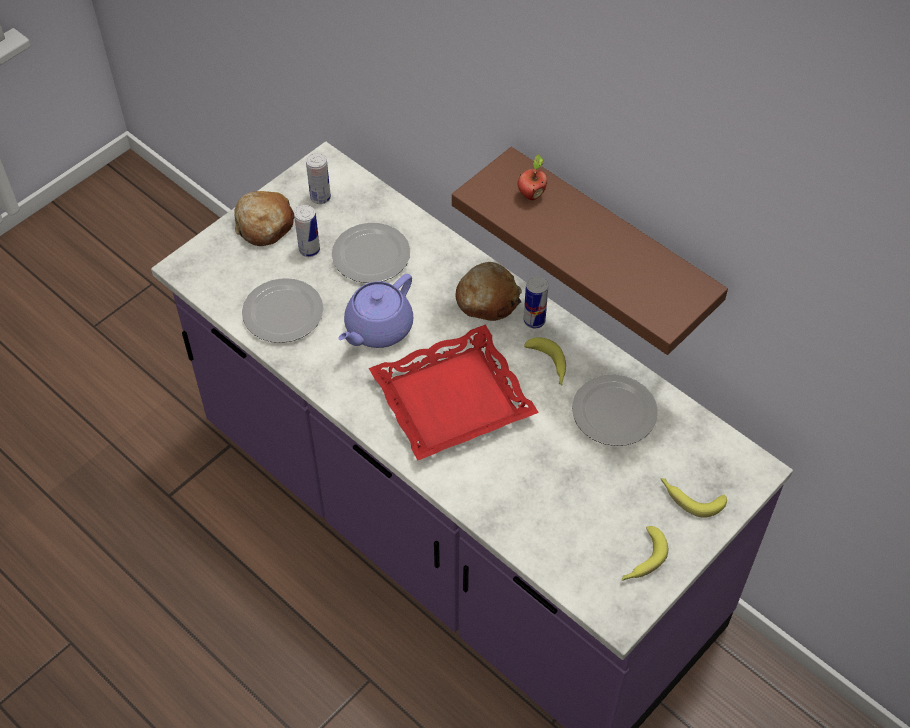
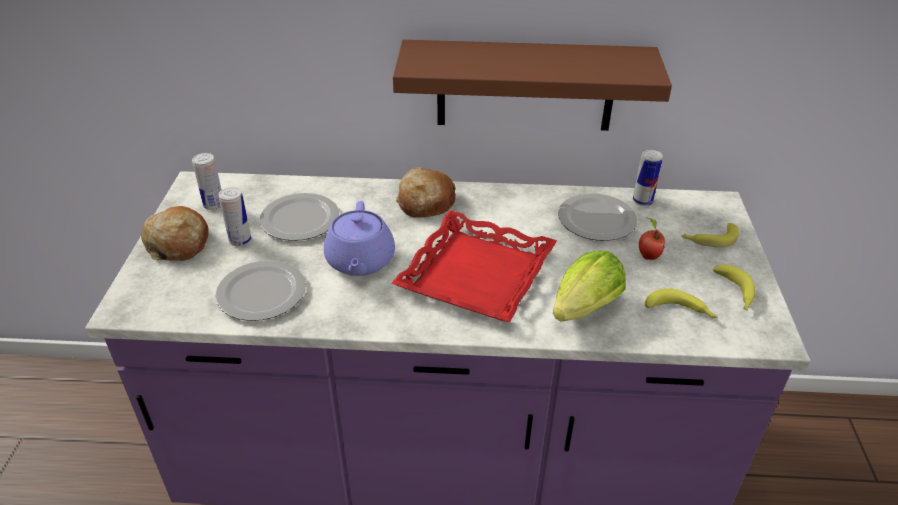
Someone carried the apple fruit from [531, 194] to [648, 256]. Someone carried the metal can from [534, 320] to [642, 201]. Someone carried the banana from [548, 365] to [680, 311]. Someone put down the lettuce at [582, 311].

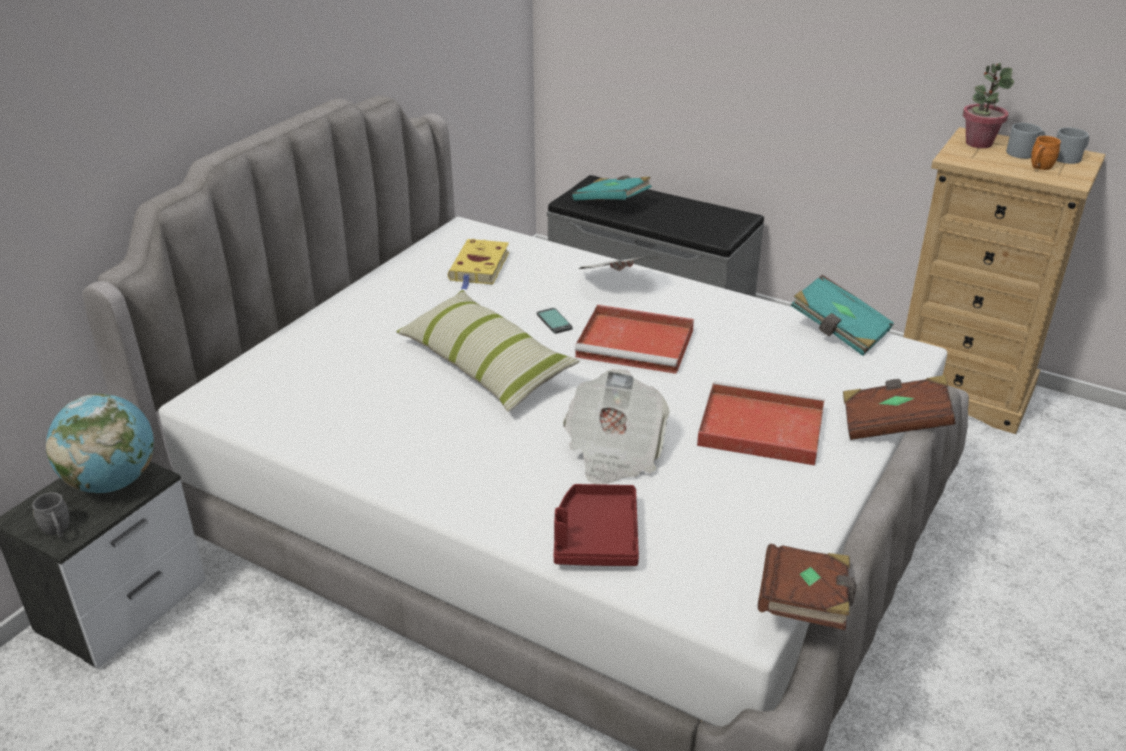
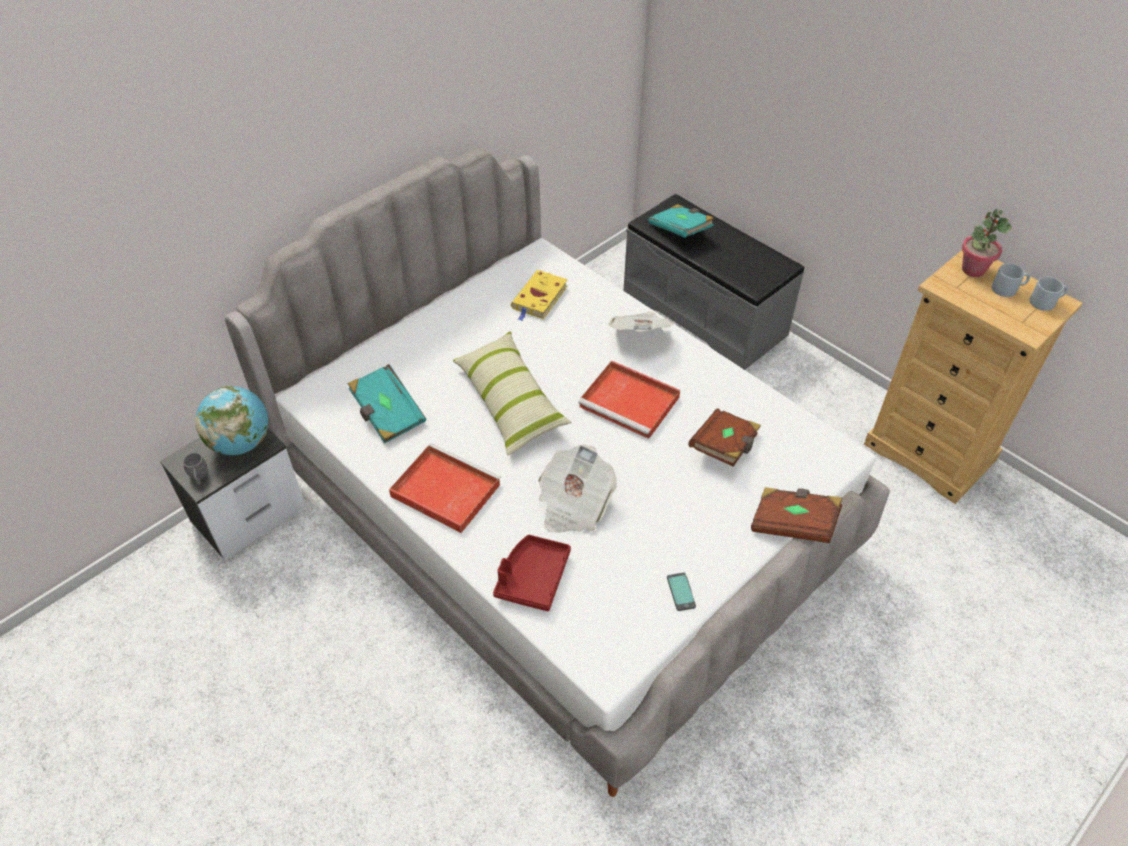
Someone carried the handset from [554, 321] to [681, 592]. Someone carried the red tray from [758, 428] to [443, 490]. Someone carried the brown bound book from [804, 604] to [724, 447]. Someone carried the blue-green bound book from [838, 331] to [387, 414]. Someone took away the orangey tea mug at [1039, 168].

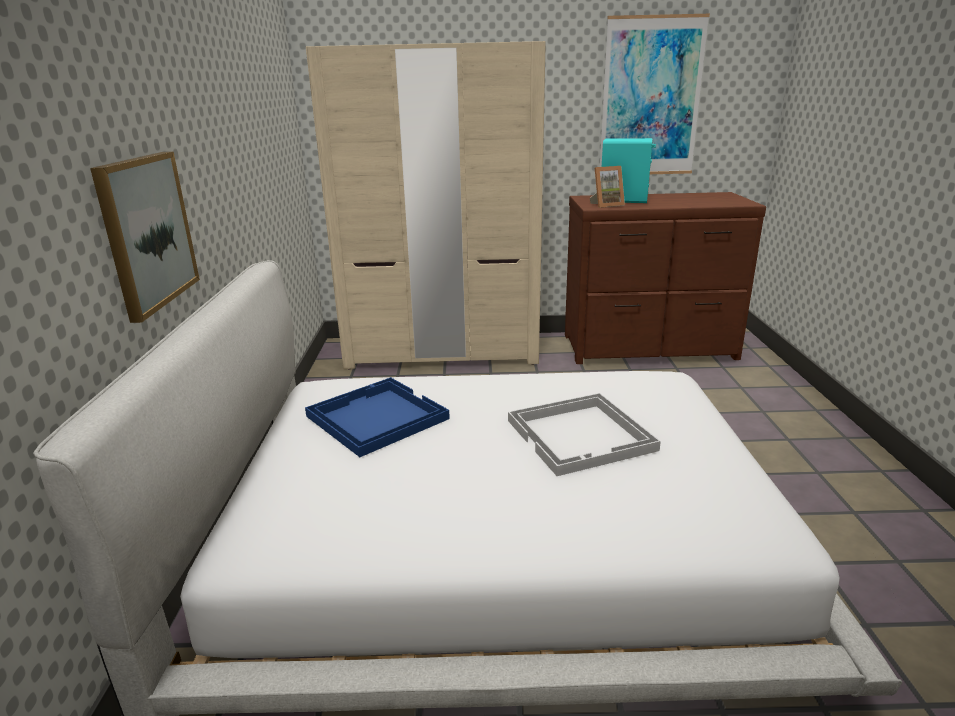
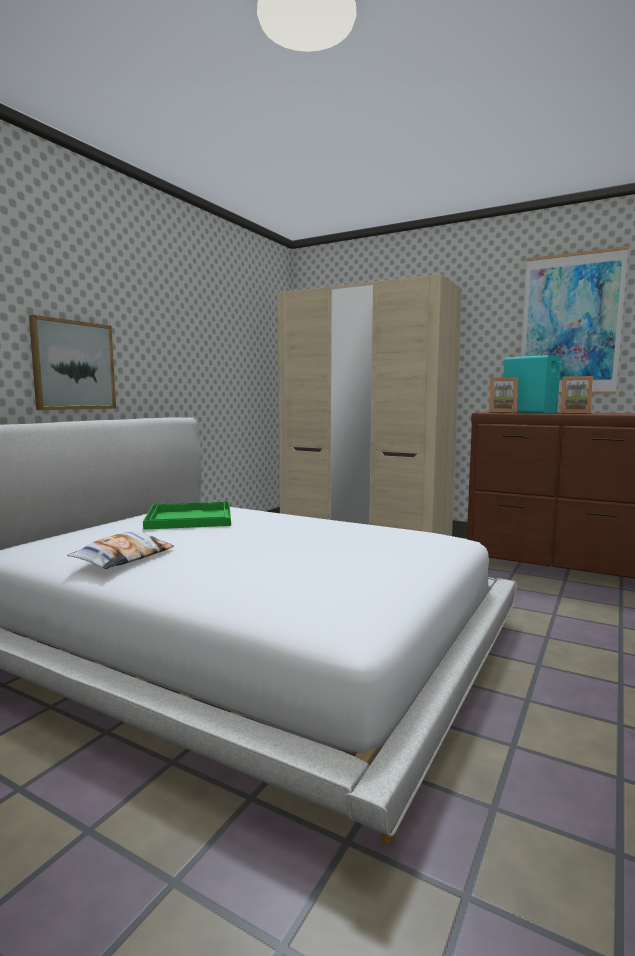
Someone repainted the blue tray at [375, 417], which became the green-coloured tray at [189, 518]. Someone took away the white-coloured tray at [581, 435]. Someone put down the cushion at [124, 558]. Someone put down the picture frame at [574, 413].

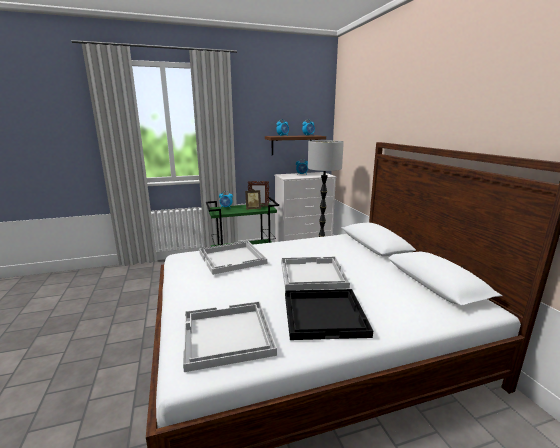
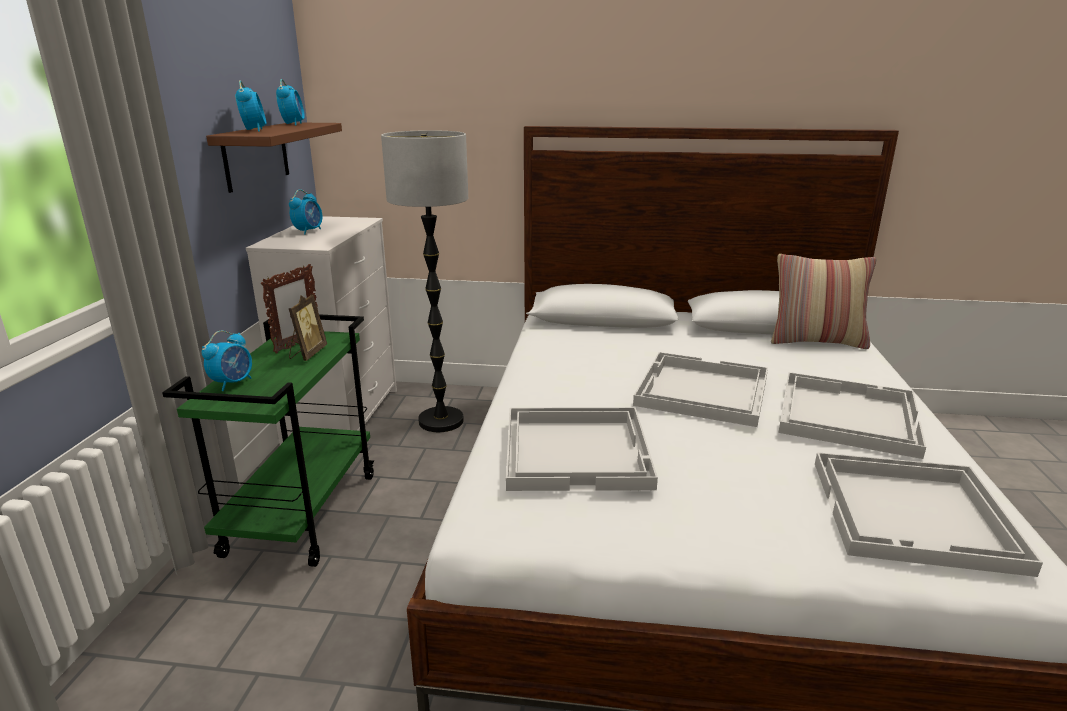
Someone repainted the blackish tray at [324, 314], which became the white-coloured tray at [846, 415]. Someone put down the cushion at [816, 341].

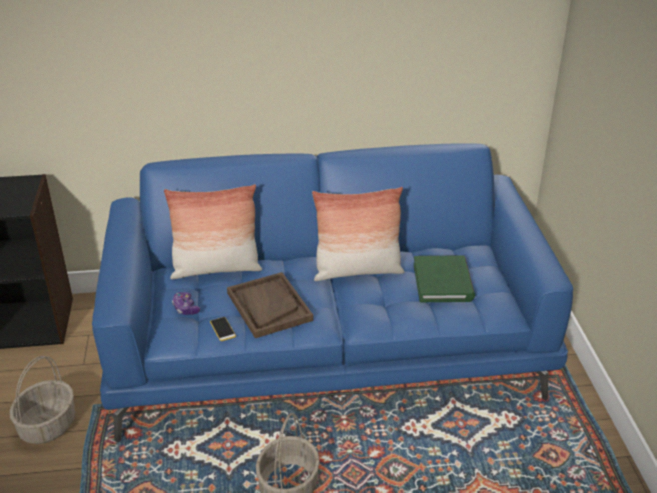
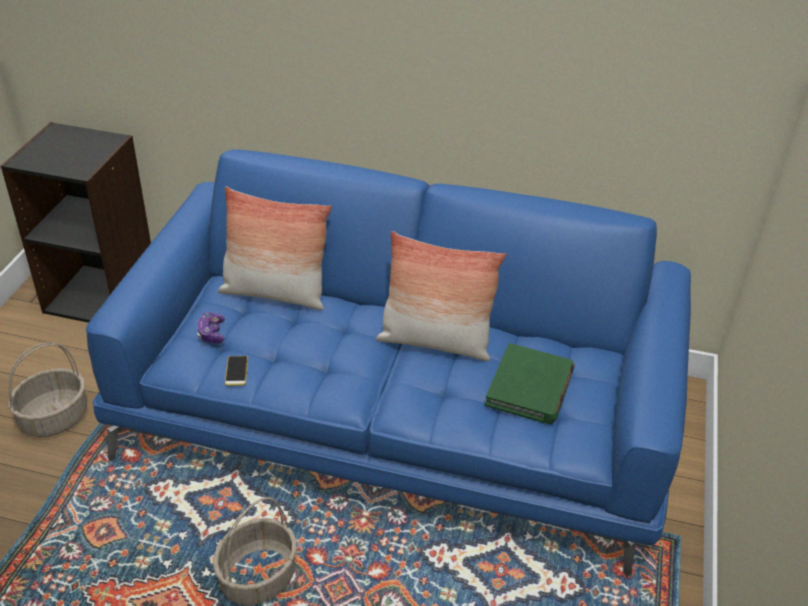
Someone took away the brown tray at [269, 306].

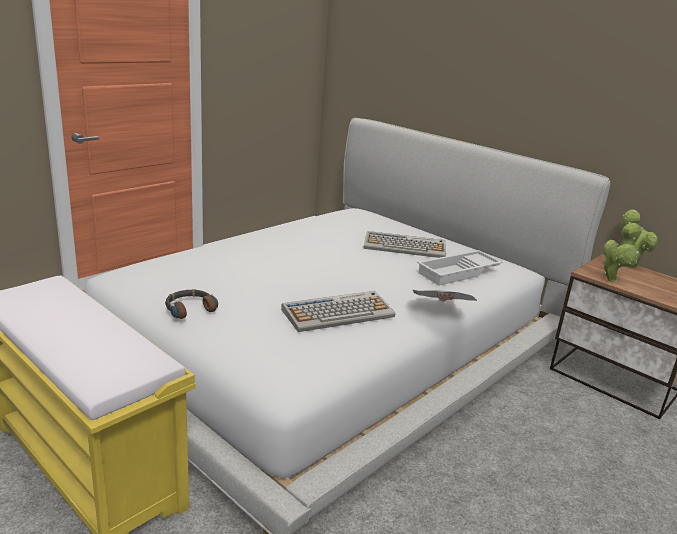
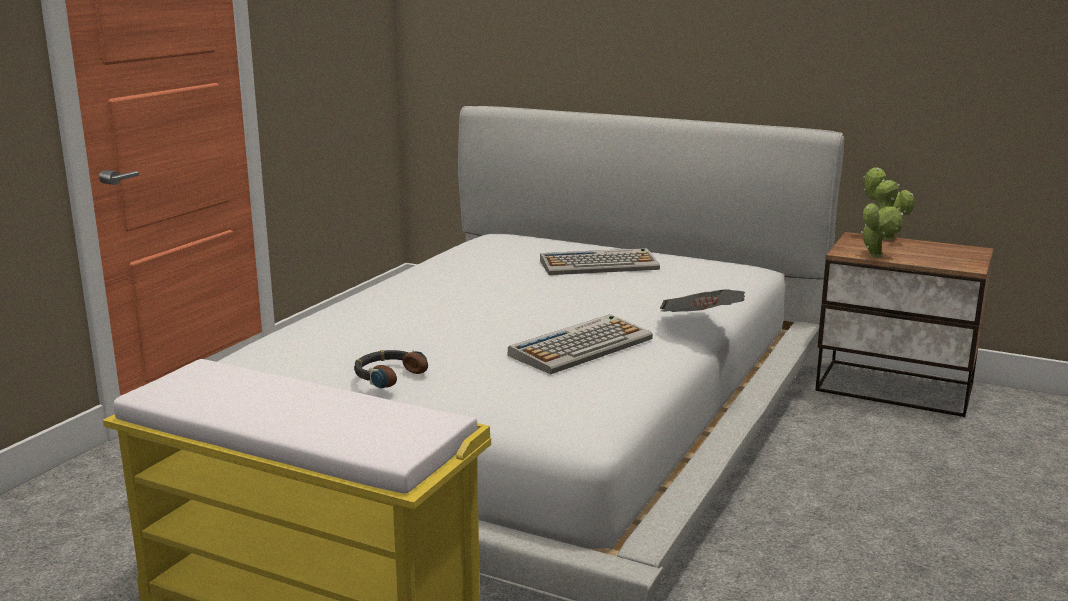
Someone took away the white-coloured tray at [459, 273].

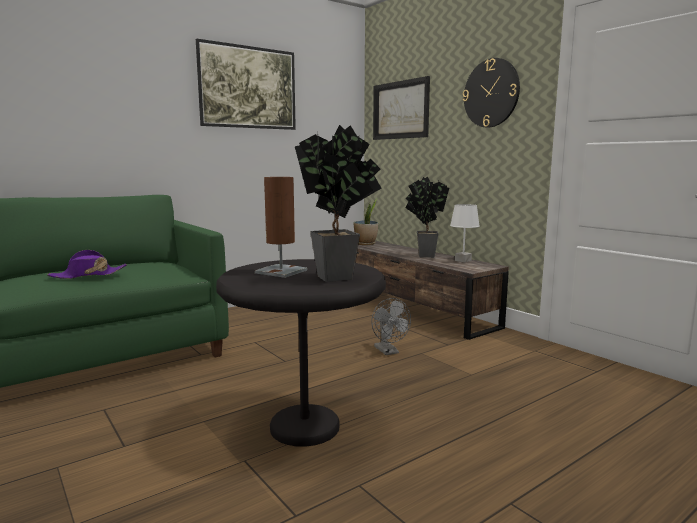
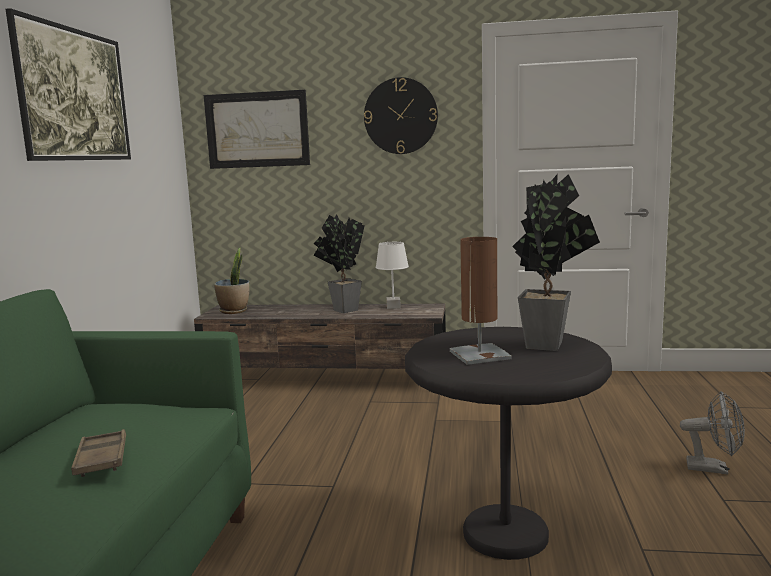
Someone swapped the purple-coloured hat at [88, 275] for the brown tray at [101, 459]. Someone carried the gray cooling fan from [388, 351] to [714, 468].

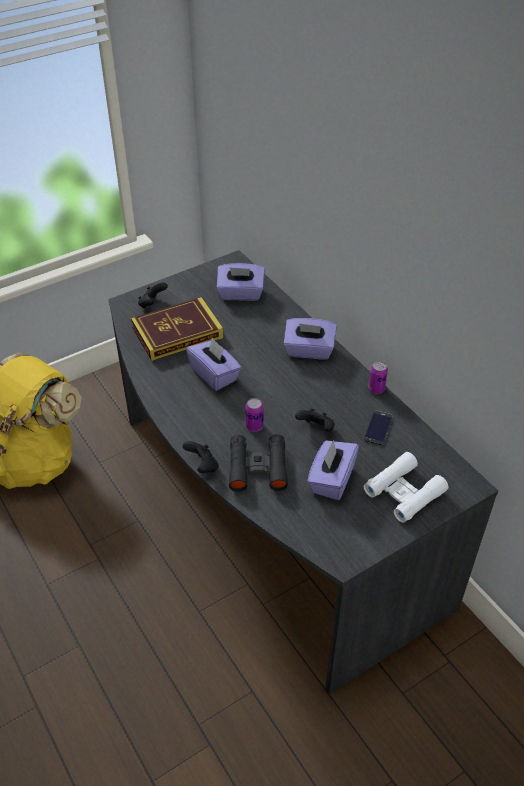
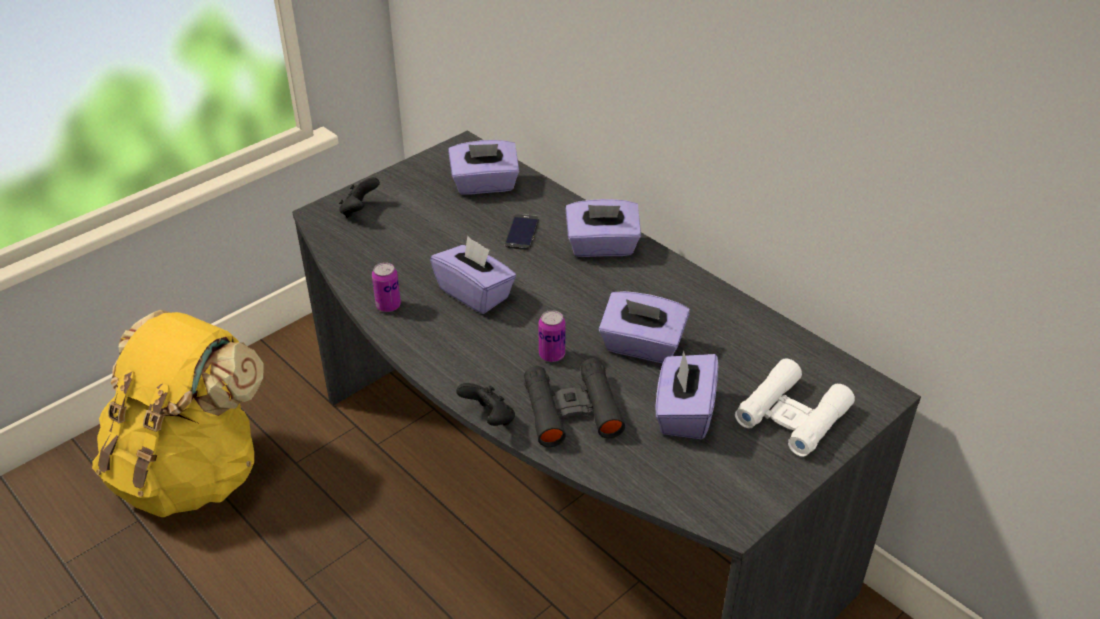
Someone took away the bound book at [177, 333]. Someone swapped the blackish joypad at [316, 428] for the purple-coloured tissue holder at [641, 347]. Someone carried the handset from [378, 428] to [522, 232]. Someone carried the metal can from [376, 389] to [388, 306].

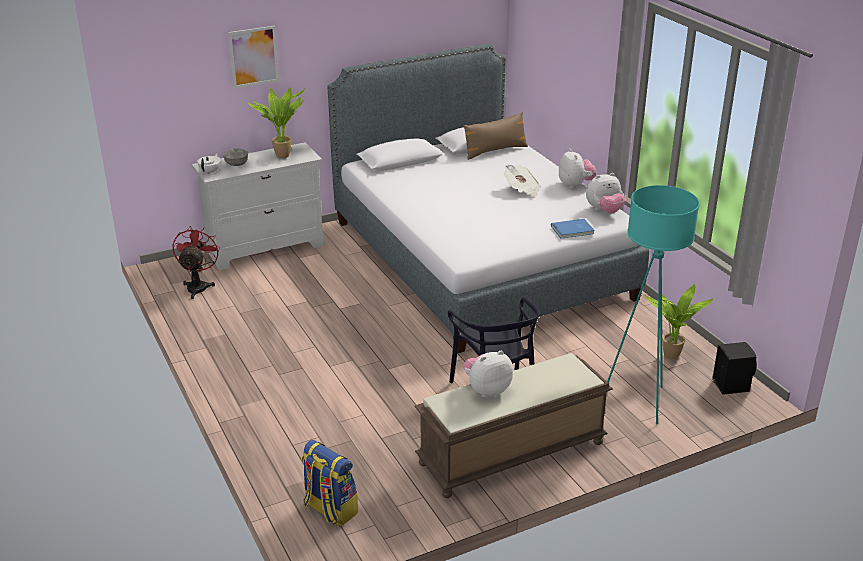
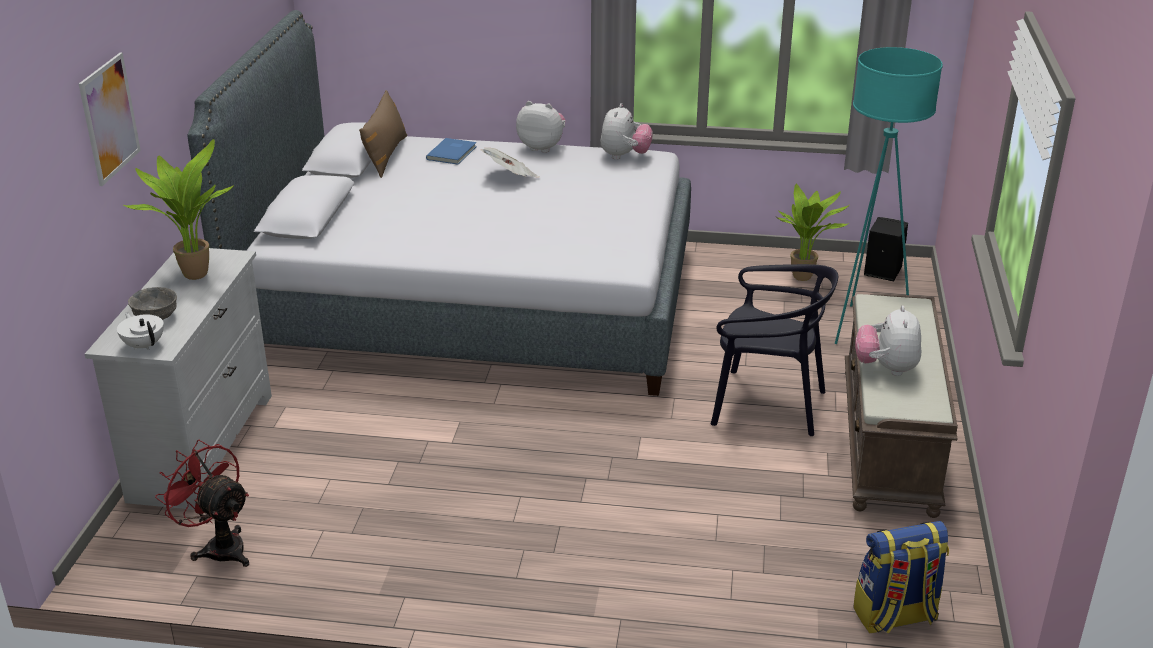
Someone carried the blue bound book from [573, 230] to [453, 153].

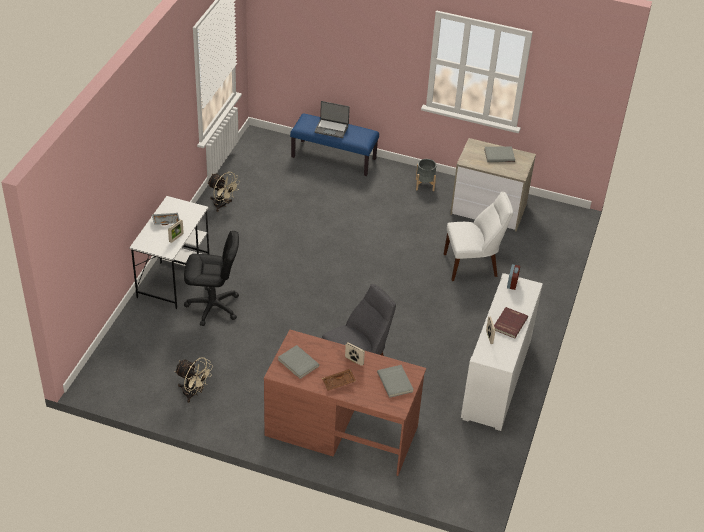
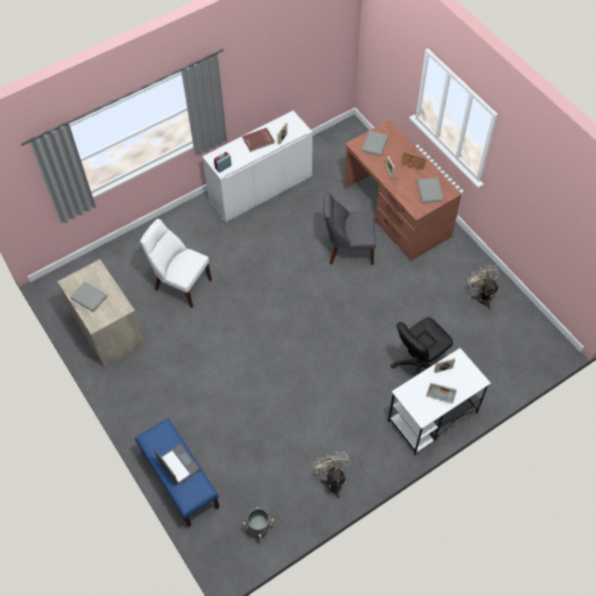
Someone rotated the blackish office chair at [213, 307] by 75 degrees counterclockwise. Someone carried the gray planter from [424, 185] to [259, 529].

